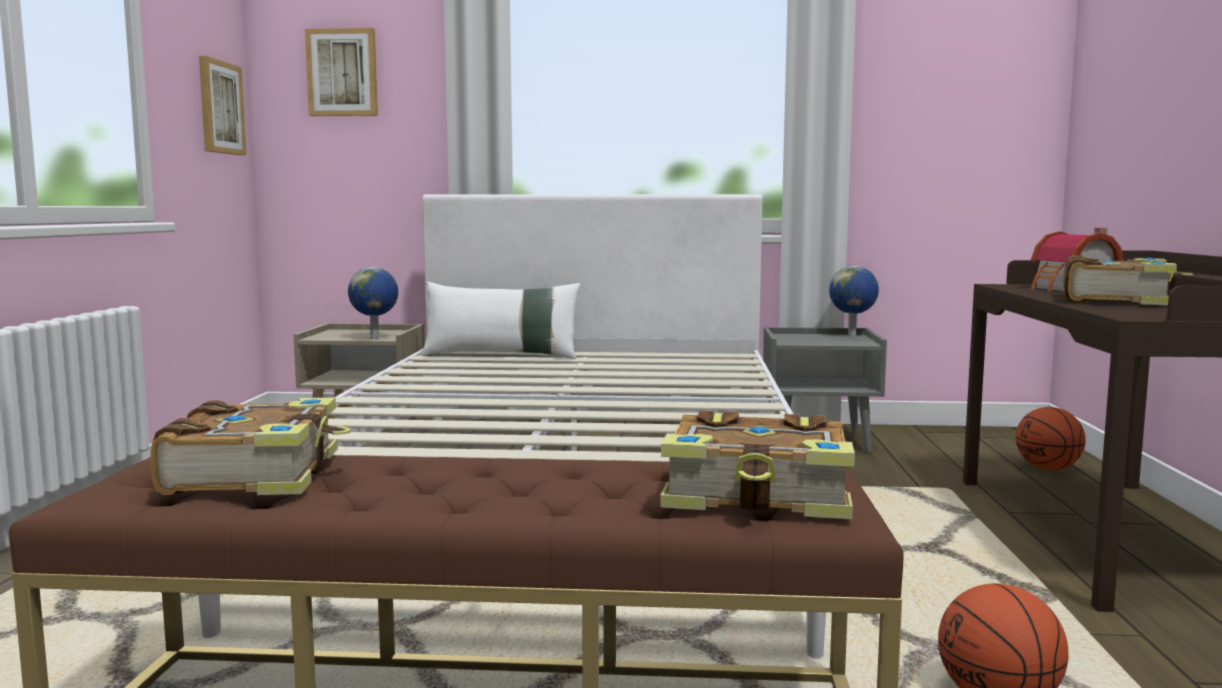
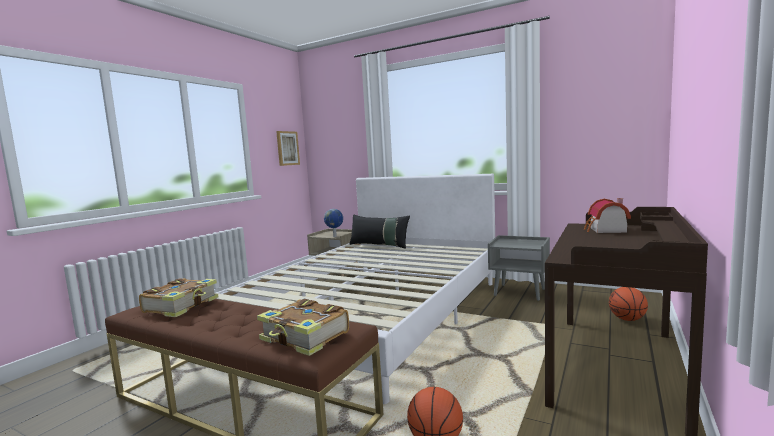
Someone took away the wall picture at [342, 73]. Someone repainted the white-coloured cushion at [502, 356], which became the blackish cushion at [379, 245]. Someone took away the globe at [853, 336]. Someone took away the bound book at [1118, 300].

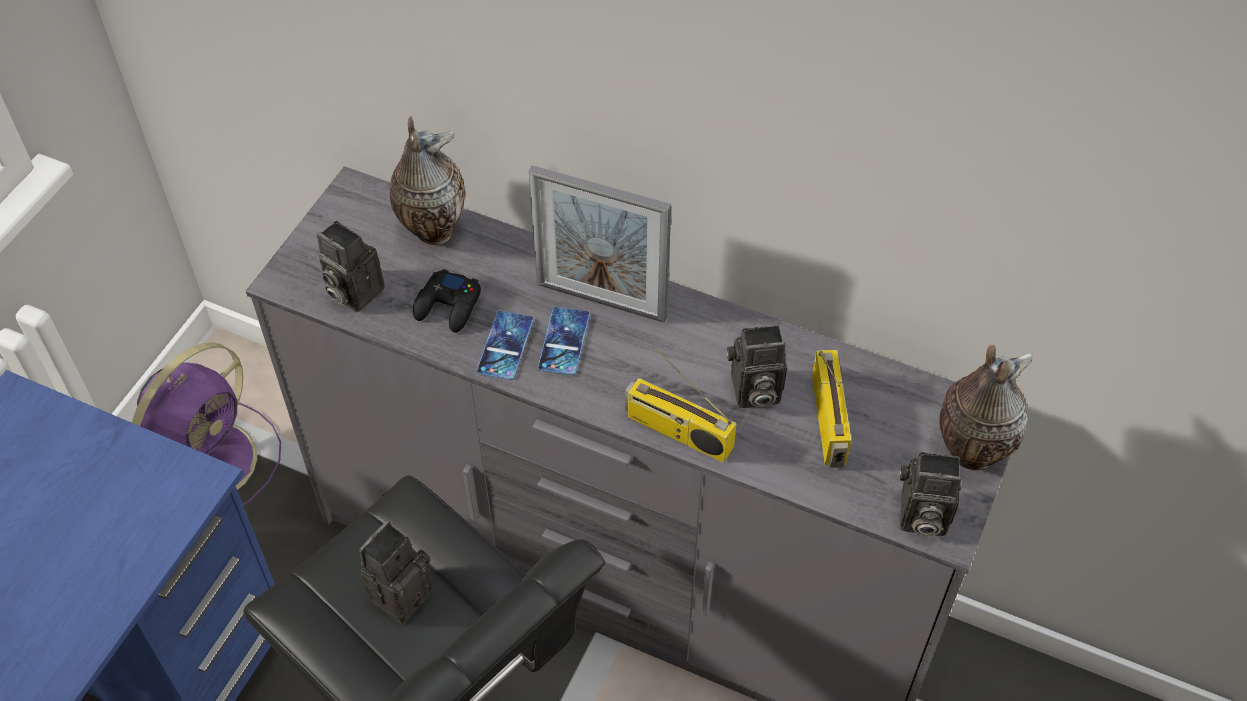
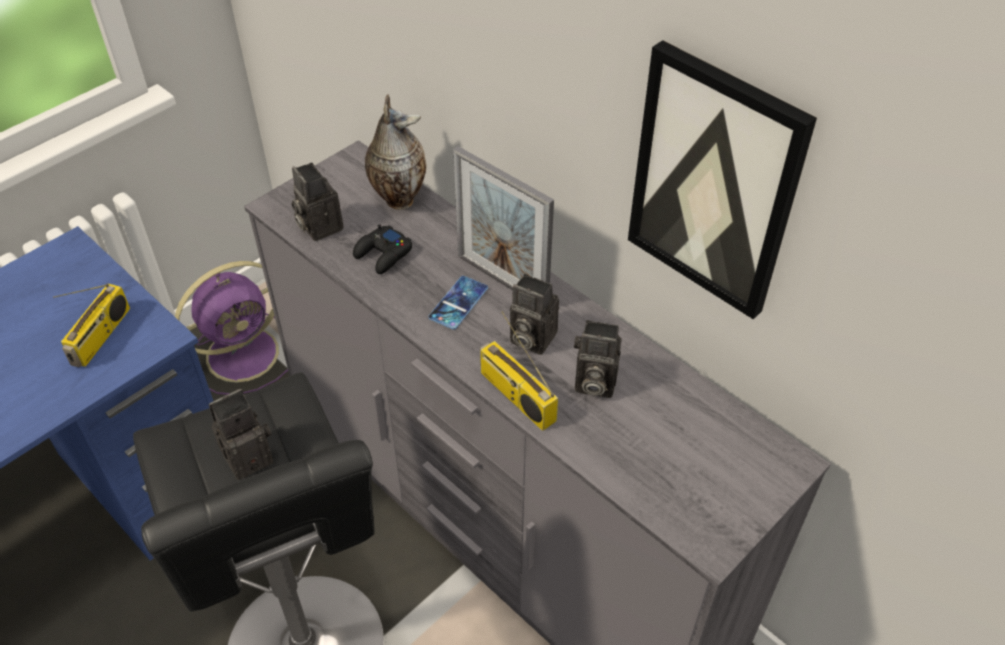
Someone took away the handset at [505, 346]. Someone carried the radio set from [830, 421] to [101, 337]. Someone carried the still camera from [920, 517] to [529, 338]. Someone took away the decorative vase at [968, 452]. Someone put up the wall picture at [714, 183].

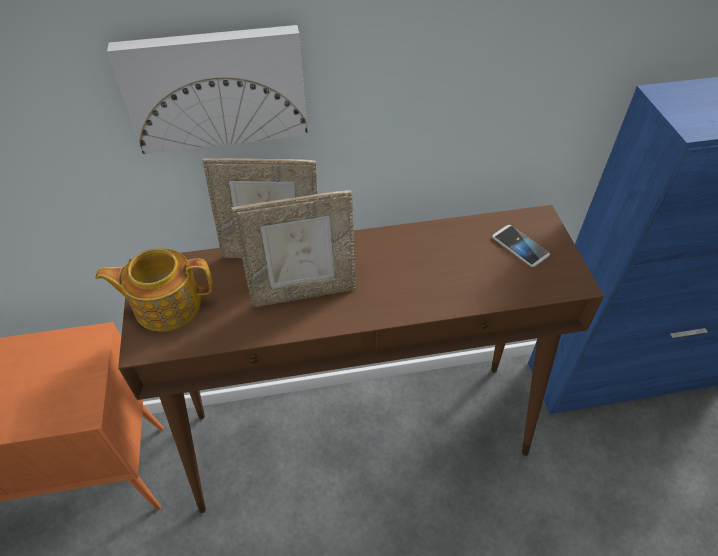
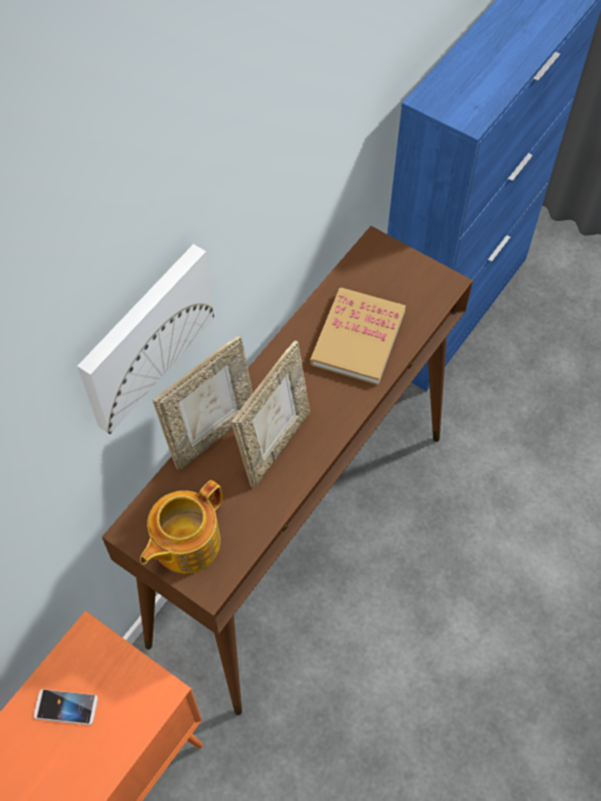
Someone carried the handset from [520, 246] to [66, 707]. Someone put down the bound book at [358, 338].

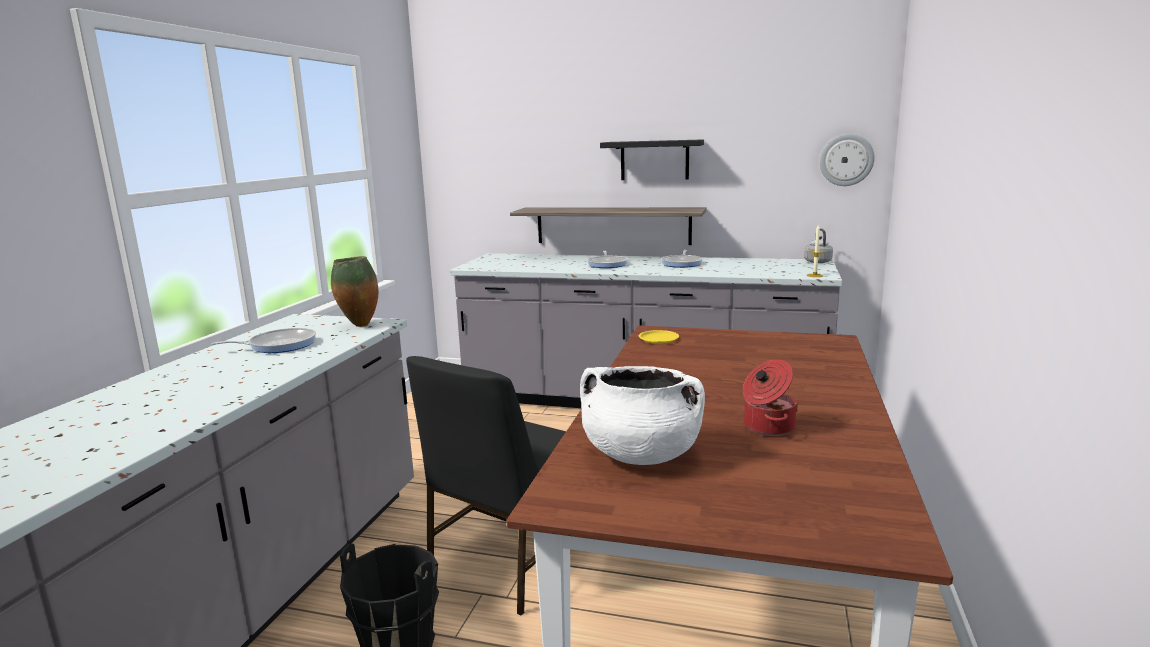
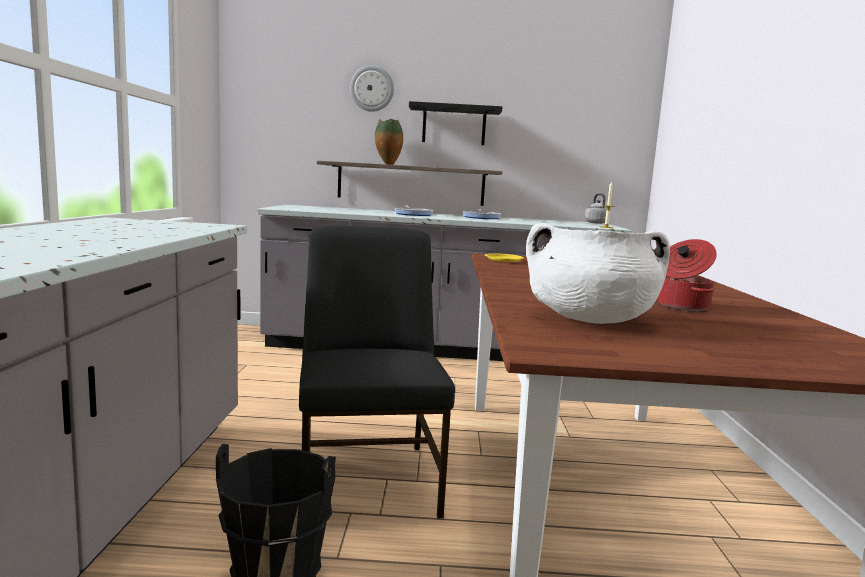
Someone took away the frying pan at [279, 345]. Someone carried the decorative vase from [359, 325] to [387, 164]. Someone rotated the blackish plain chair at [511, 559] by 150 degrees clockwise. Someone carried the hanging clock from [846, 160] to [372, 88].

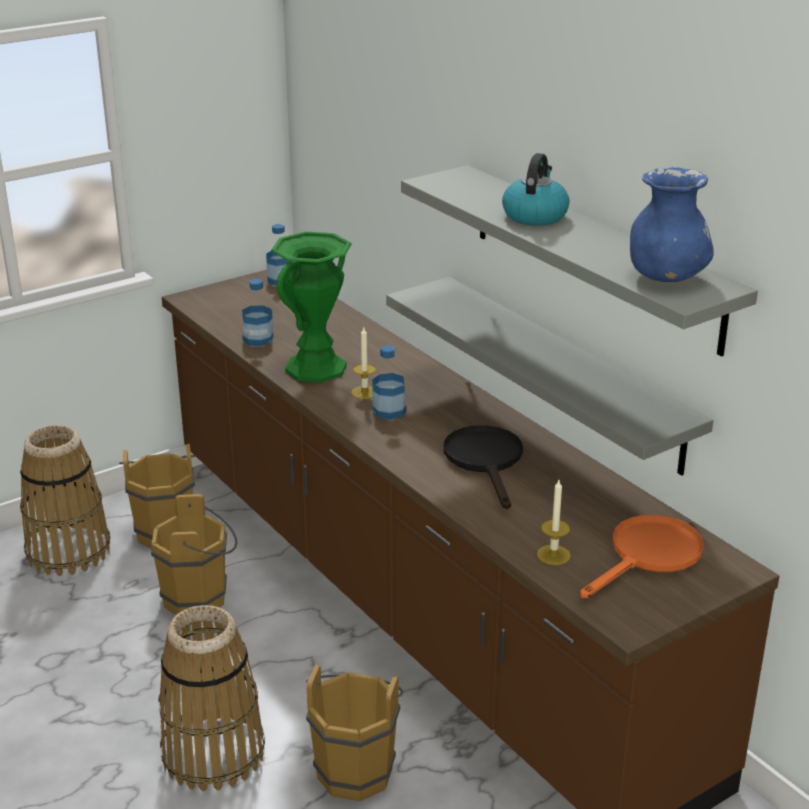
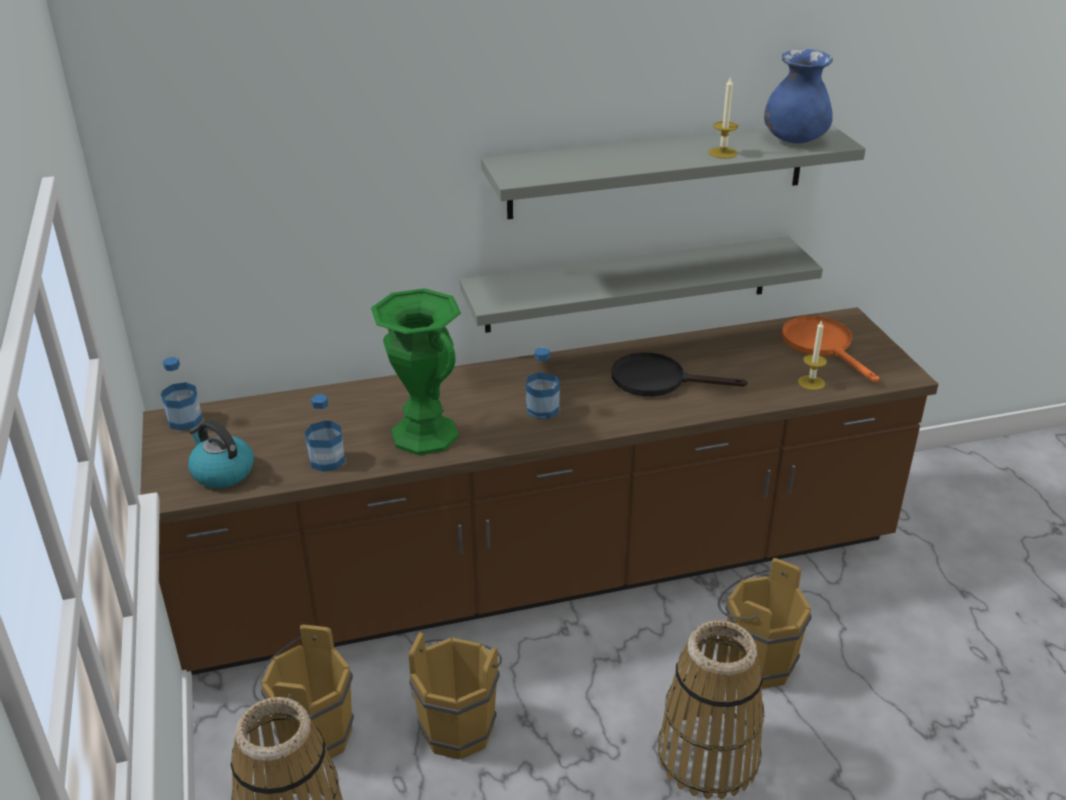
Someone carried the wax light from [364, 392] to [723, 153]. Someone carried the kettle from [534, 215] to [222, 472].

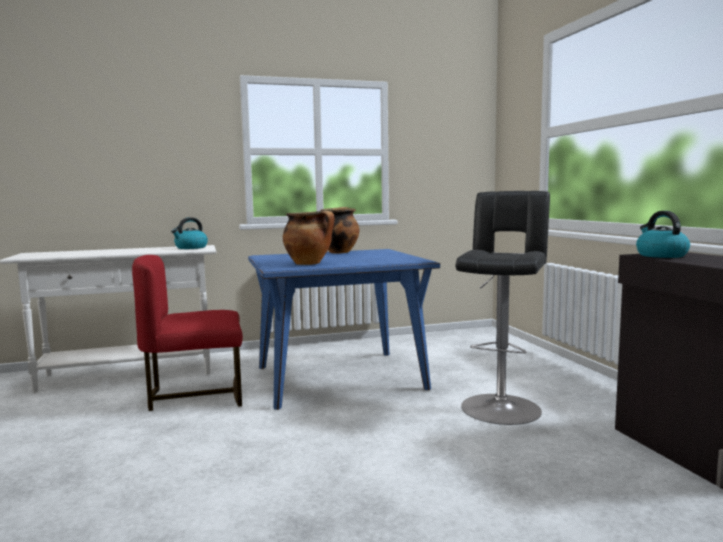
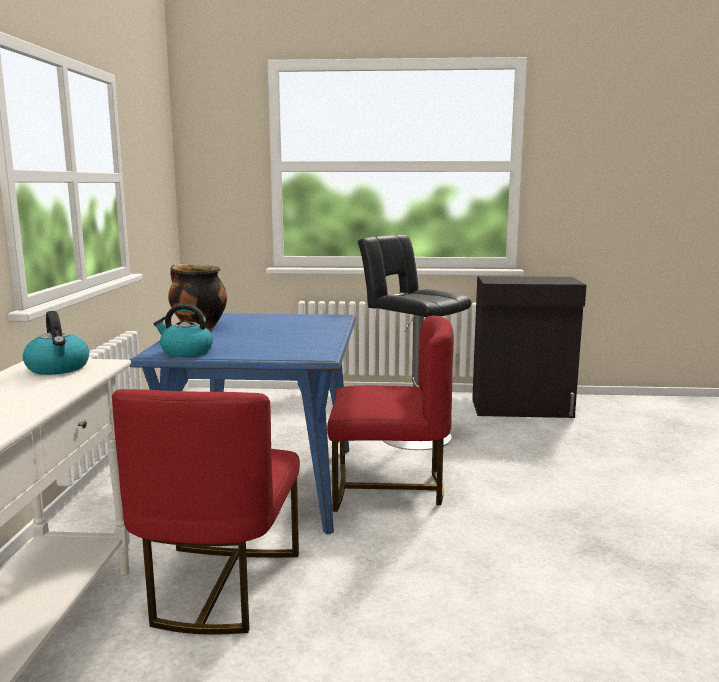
Someone took away the cooking pot at [309, 263]. Someone carried the kettle from [660, 255] to [185, 352]. Someone put down the red plain chair at [388, 488].

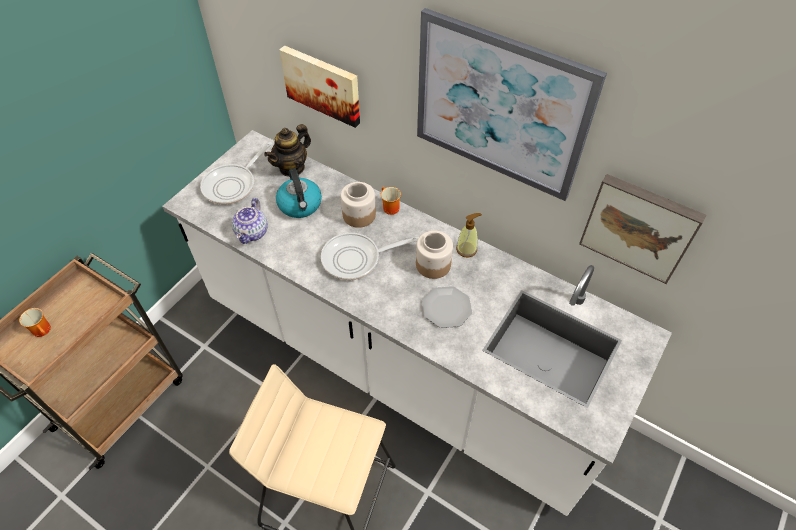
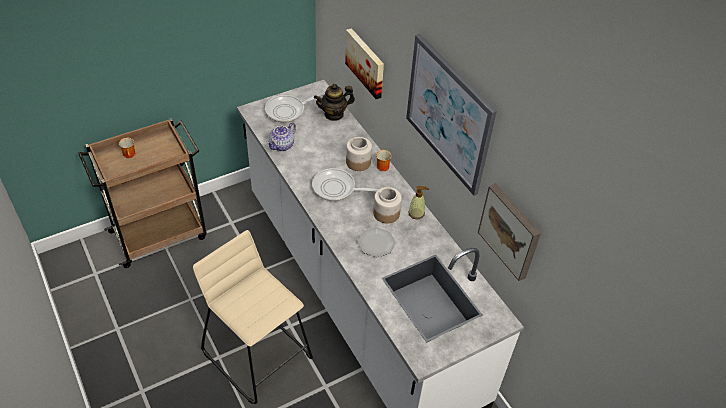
Someone took away the kettle at [300, 205].

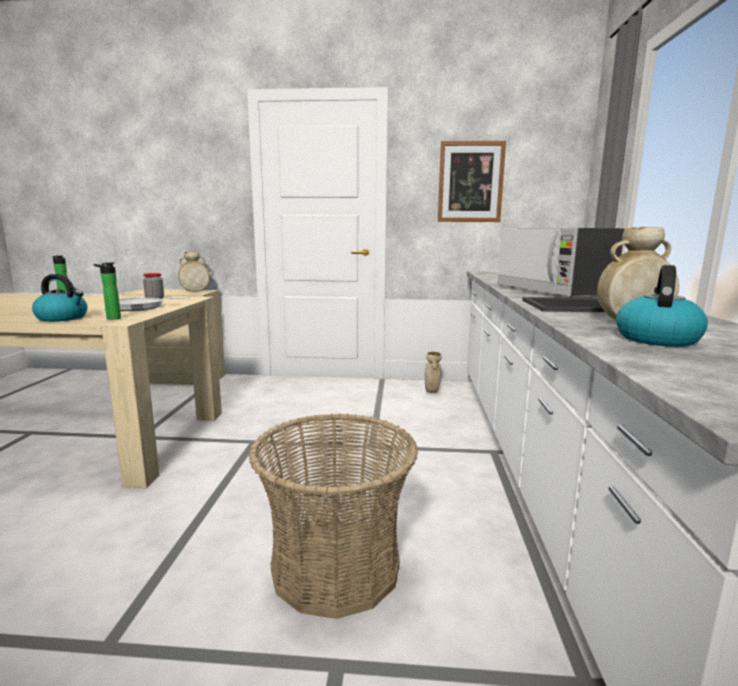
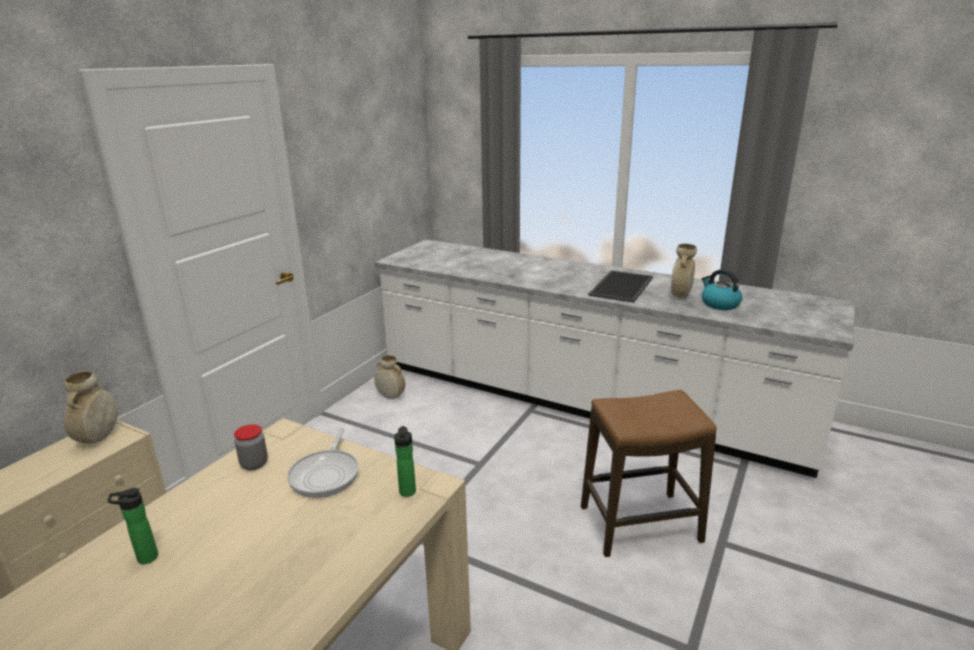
Someone took away the kettle at [63, 318]. Someone swapped the basket at [336, 566] for the stool seat at [640, 524]. Someone took away the wall picture at [470, 182]. Someone took away the microwave oven at [552, 291].

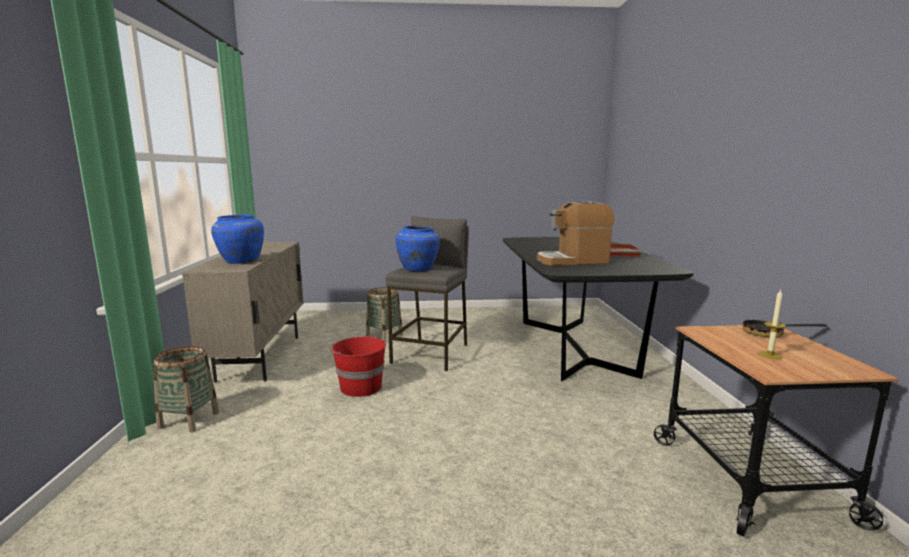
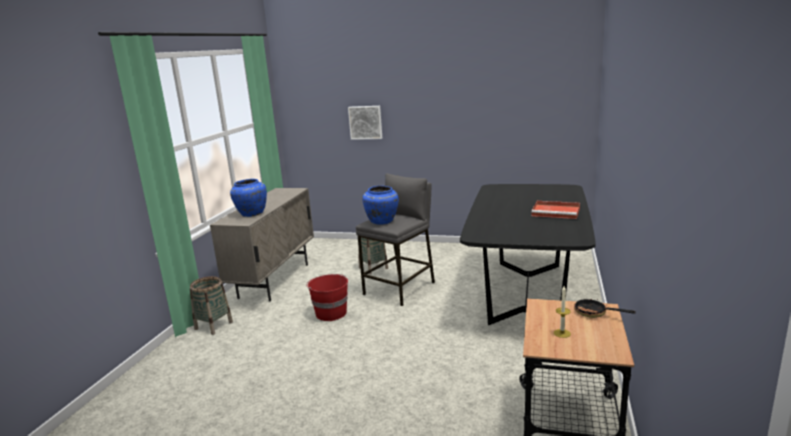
Someone took away the coffee maker at [572, 261]. Someone put up the wall picture at [365, 122].

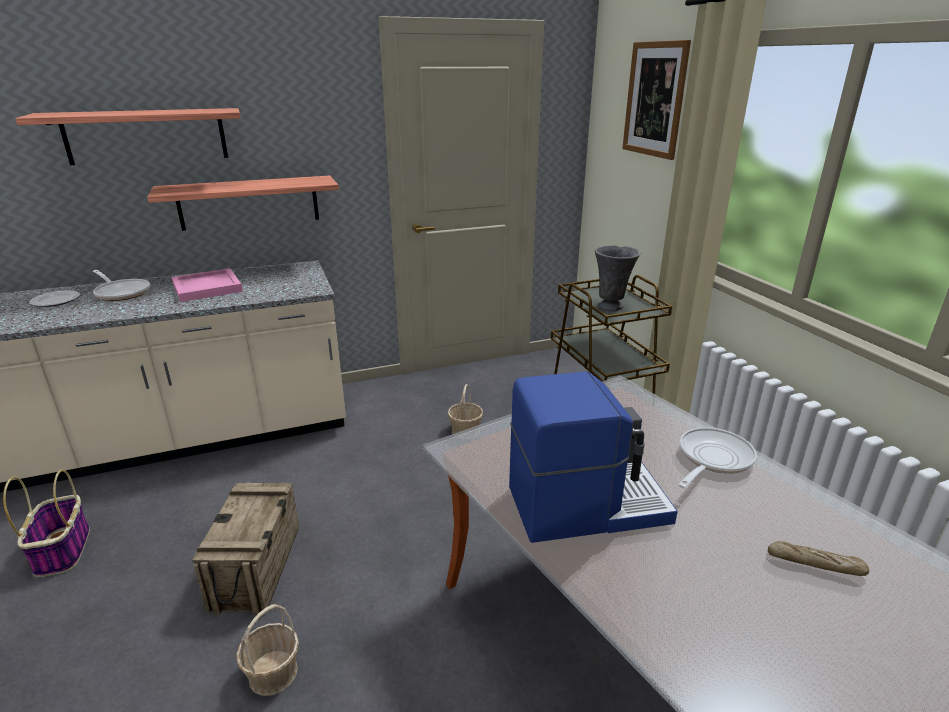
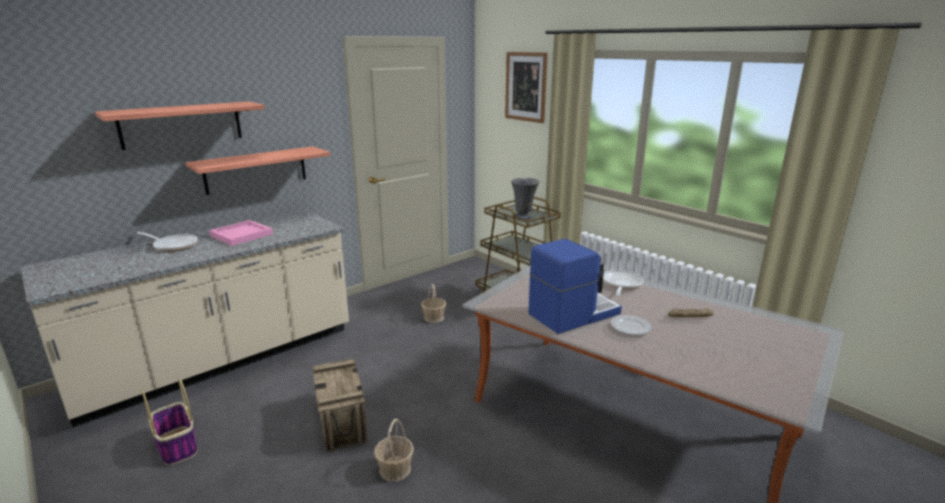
Someone carried the flat dish from [55, 301] to [630, 327].

